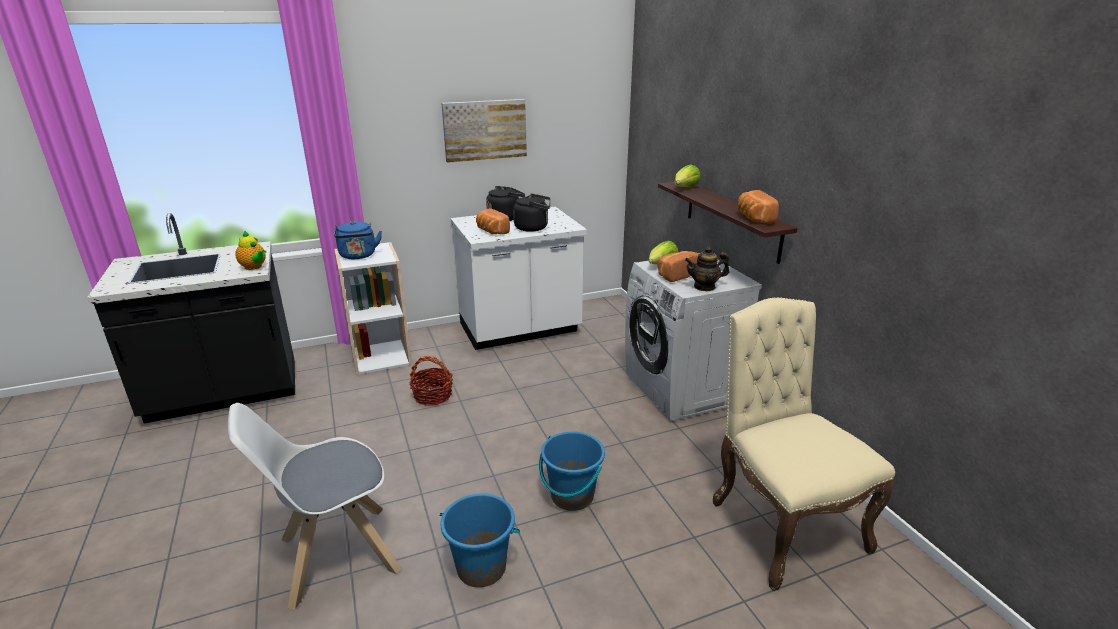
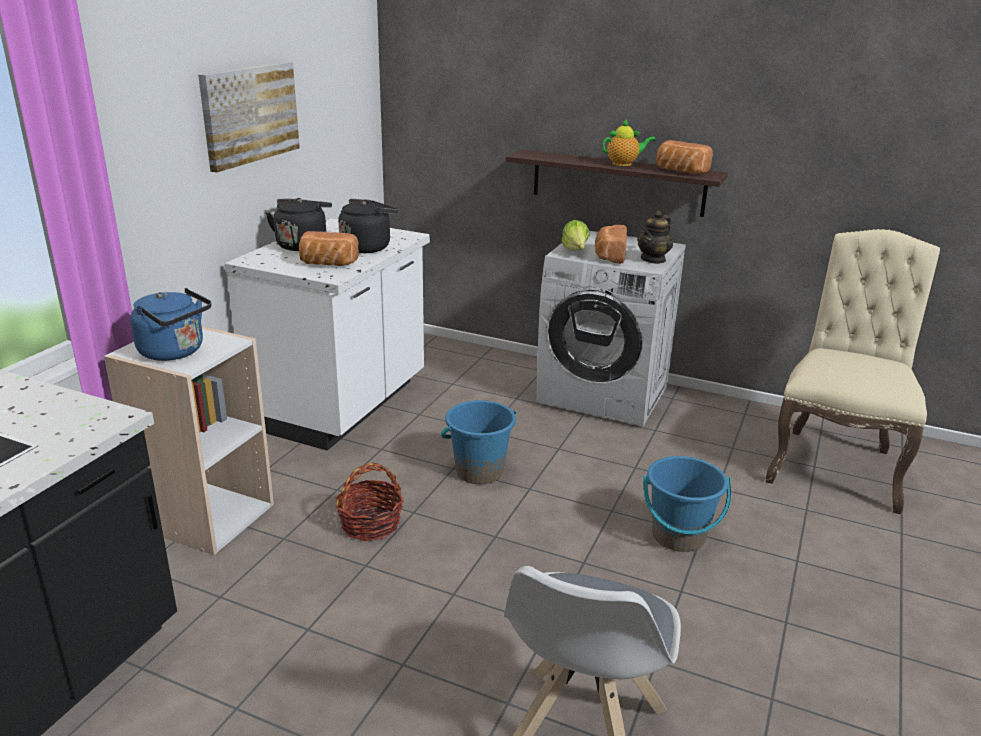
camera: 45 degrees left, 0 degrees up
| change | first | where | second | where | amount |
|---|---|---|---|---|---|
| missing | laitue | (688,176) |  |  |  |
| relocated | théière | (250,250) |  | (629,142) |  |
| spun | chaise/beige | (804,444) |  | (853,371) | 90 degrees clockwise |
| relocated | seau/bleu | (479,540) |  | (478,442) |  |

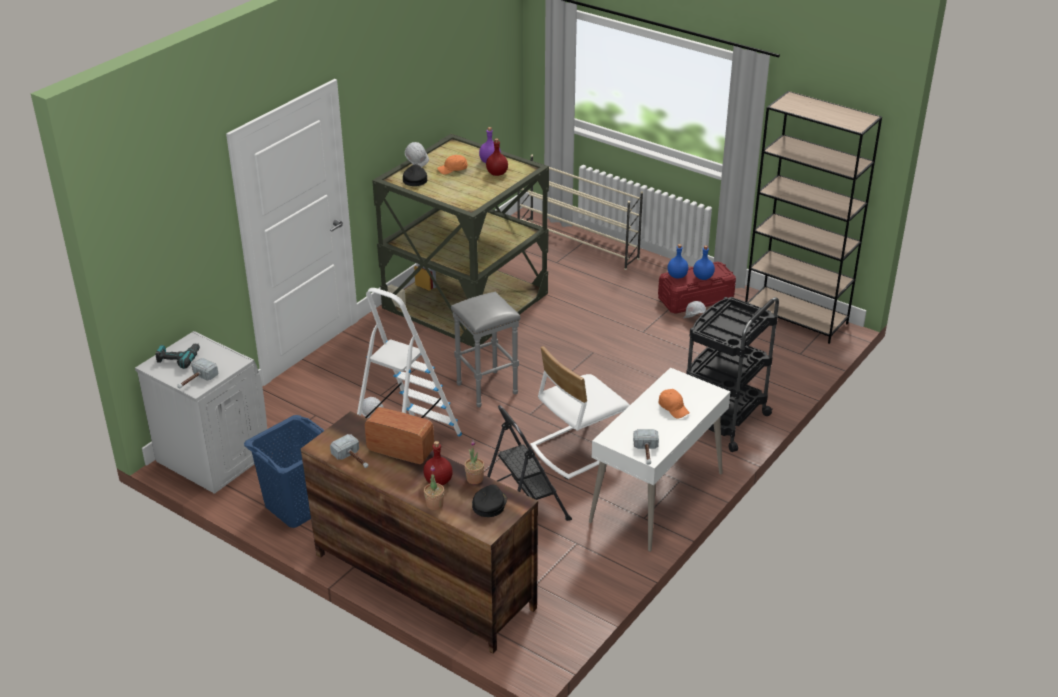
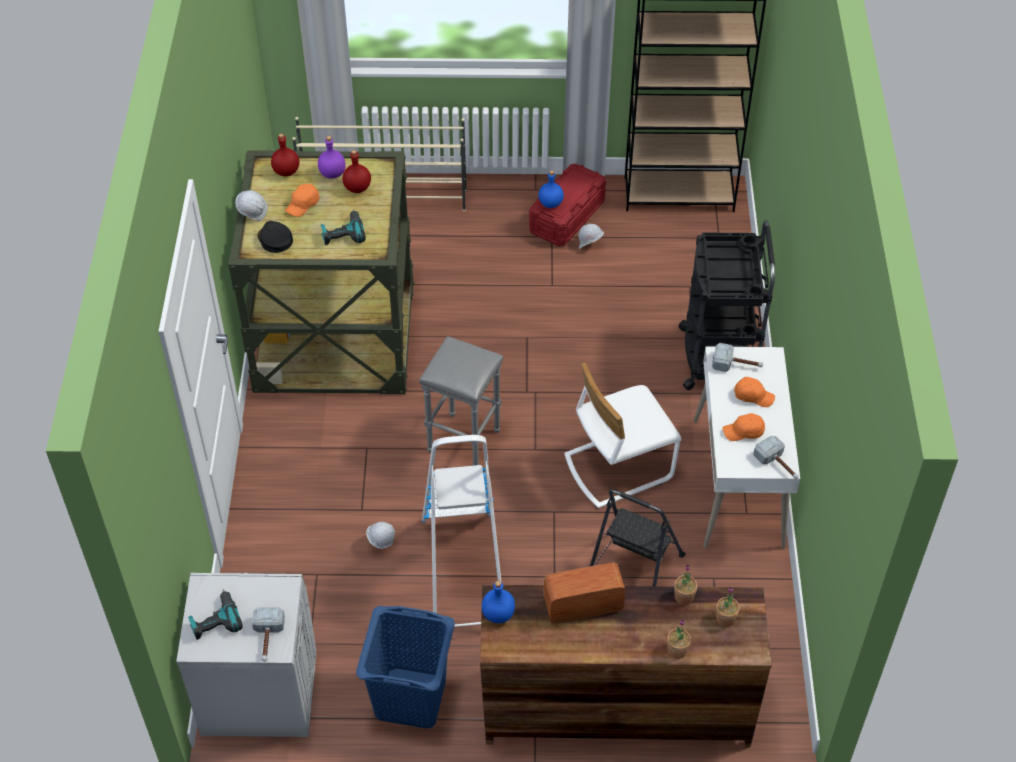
camera: 35 degrees left, 15 degrees up
| change | first | where | second | where | amount |
|---|---|---|---|---|---|
| relocated | bouteille/bleu | (704,262) |  | (498,602) |  |
| spun | chaise/blanc | (580,413) |  | (622,435) | 45 degrees clockwise |
| relocated | marteau | (349,451) |  | (737,357) |  |
| relocated | bouteille/rouge | (438,463) |  | (285,155) |  |
| exchanged | casquette/noir | (489,501) | plante en pot | (728,607) |  |
| appeared |  |  | perceuse | (343,227) |  |
| appeared |  |  | casquette/orange | (743,427) |  |

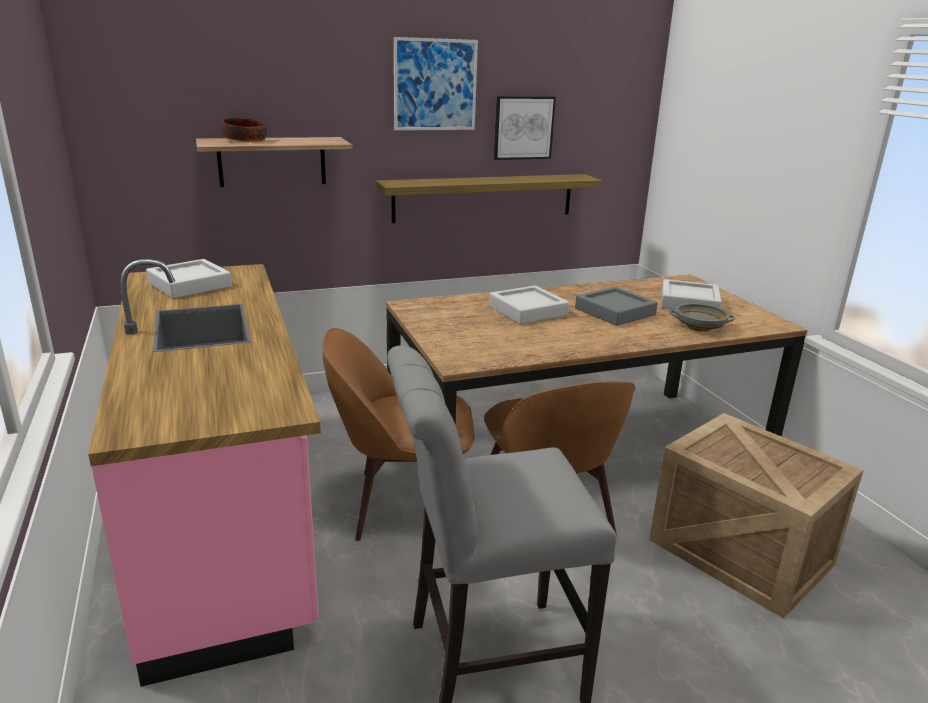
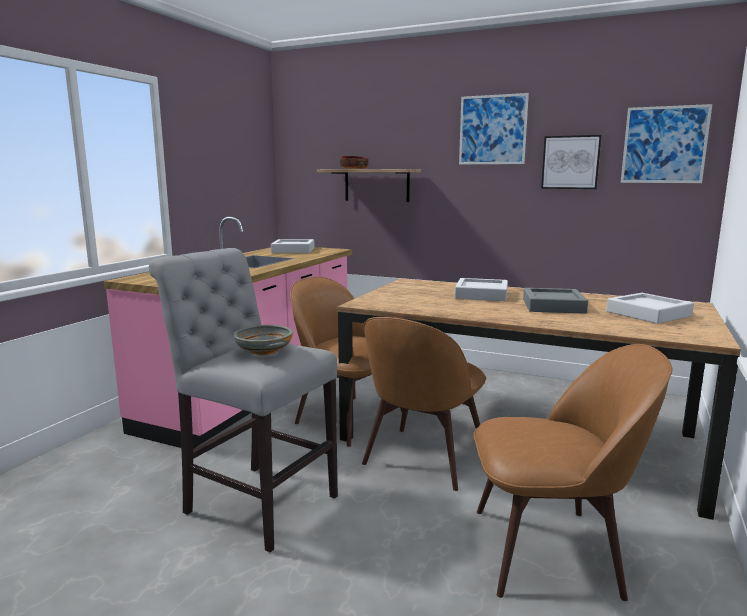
camera: 45 degrees right, 10 degrees down
| change | first | where | second | where | amount |
|---|---|---|---|---|---|
| missing | étagère | (488,198) |  |  |  |
| relocated | bol/gris | (702,317) |  | (263,340) |  |
| exchanged | caisse | (756,516) | chaise/marron | (572,472) |  |
| appeared |  |  | tableau | (666,143) |  |

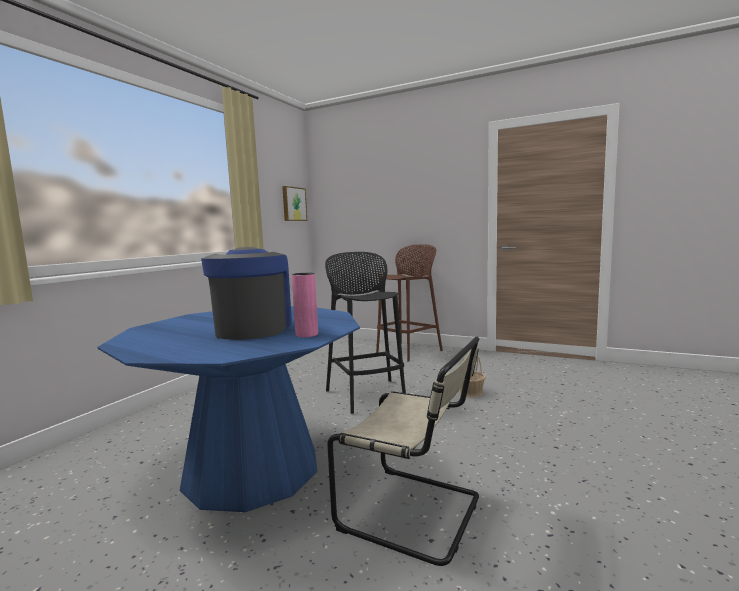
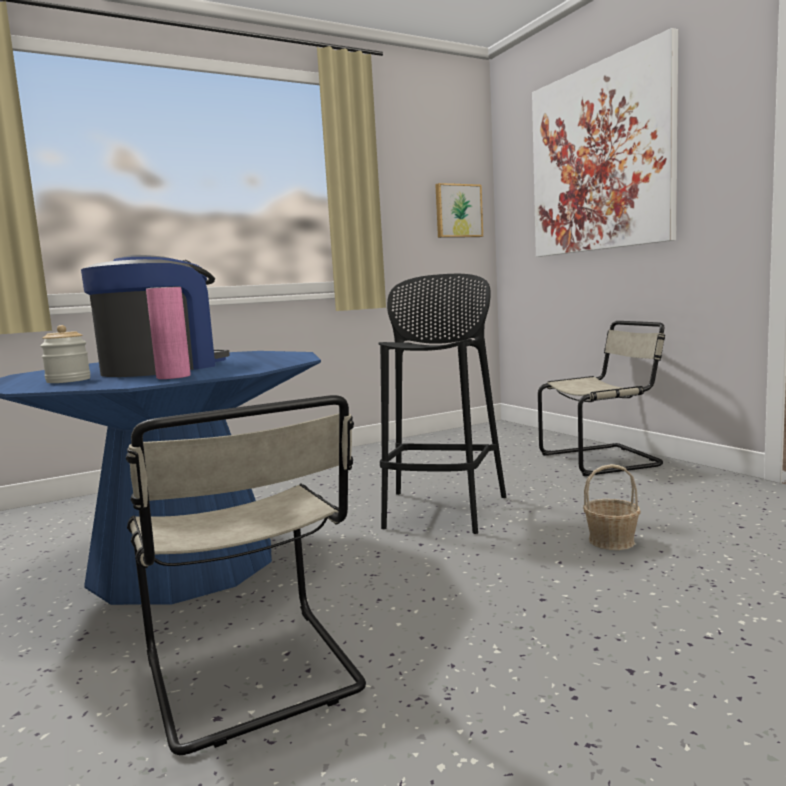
camera: 35 degrees right, 0 degrees up
| change | first | where | second | where | amount |
|---|---|---|---|---|---|
| exchanged | tabouret/marron | (409,303) | chaise/beige | (601,398) |  |
| appeared |  |  | tableau | (605,142) |  |
| appeared |  |  | bocal | (65,354) |  |

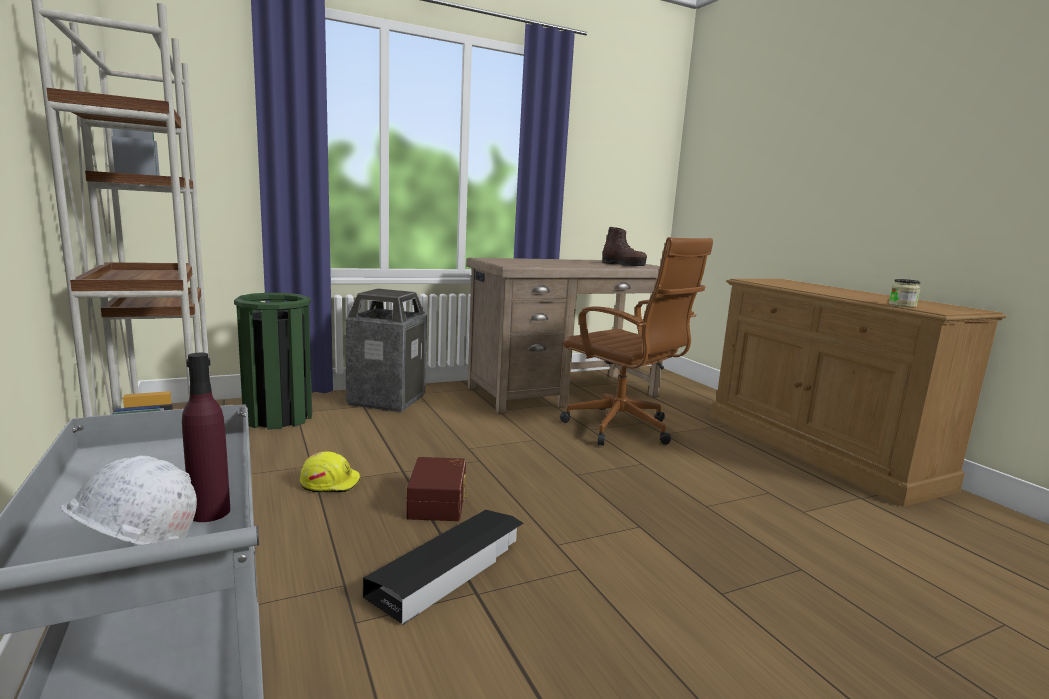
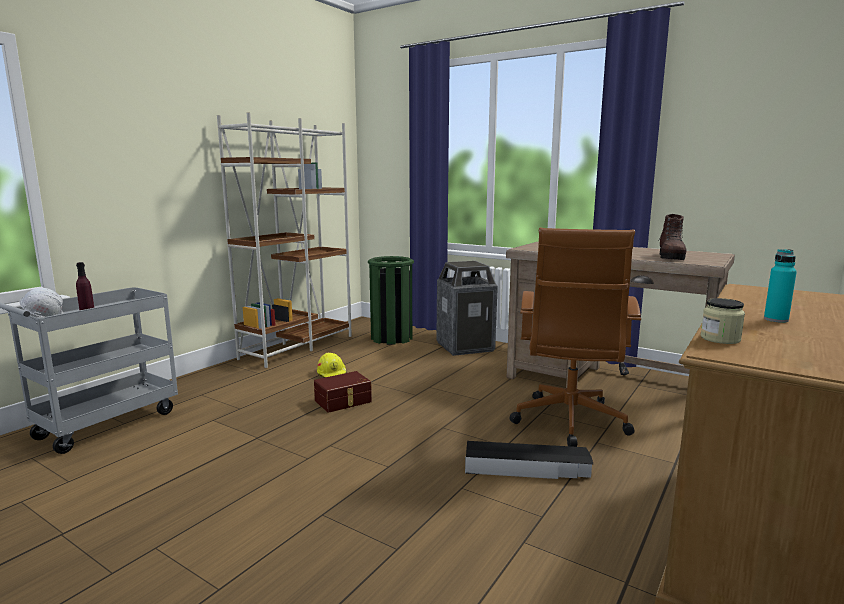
camera: 60 degrees right, 0 degrees up
| change | first | where | second | where | amount |
|---|---|---|---|---|---|
| relocated | boîte de rangement/noir | (443,567) |  | (529,460) |  |
| appeared |  |  | bouteille/turquoise | (780,286) |  |

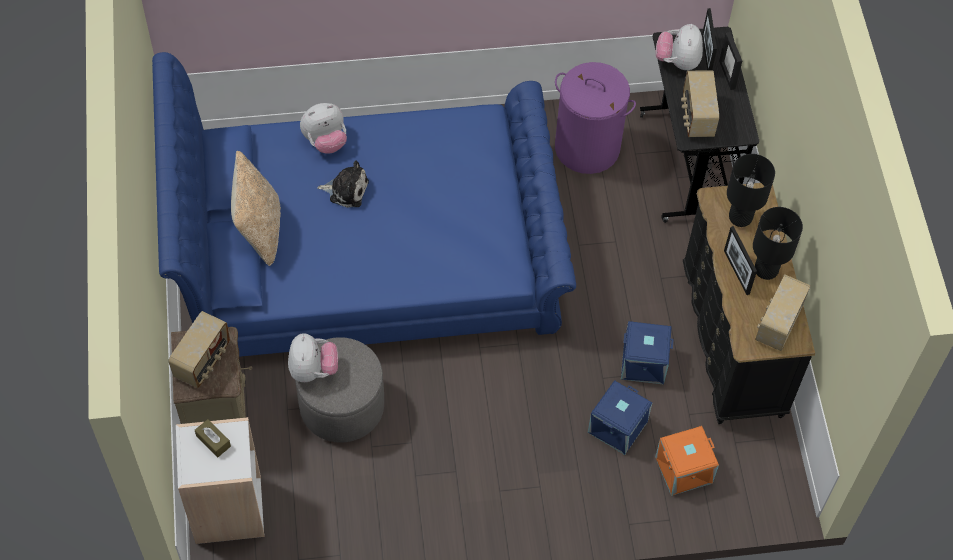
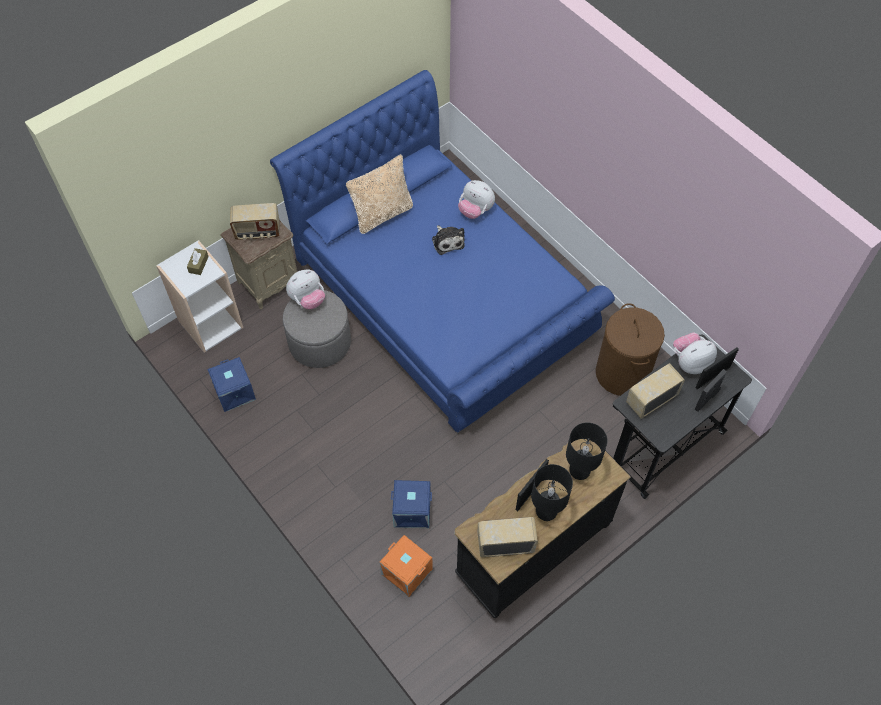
camera: 60 degrees right, 0 degrees up
| change | first | where | second | where | amount |
|---|---|---|---|---|---|
| colour | panier à linge/violet | (595,118) | panier à linge/marron | (630,349) |  |
| relocated | boîte de rangement/bleu | (647,353) |  | (231,384) |  |

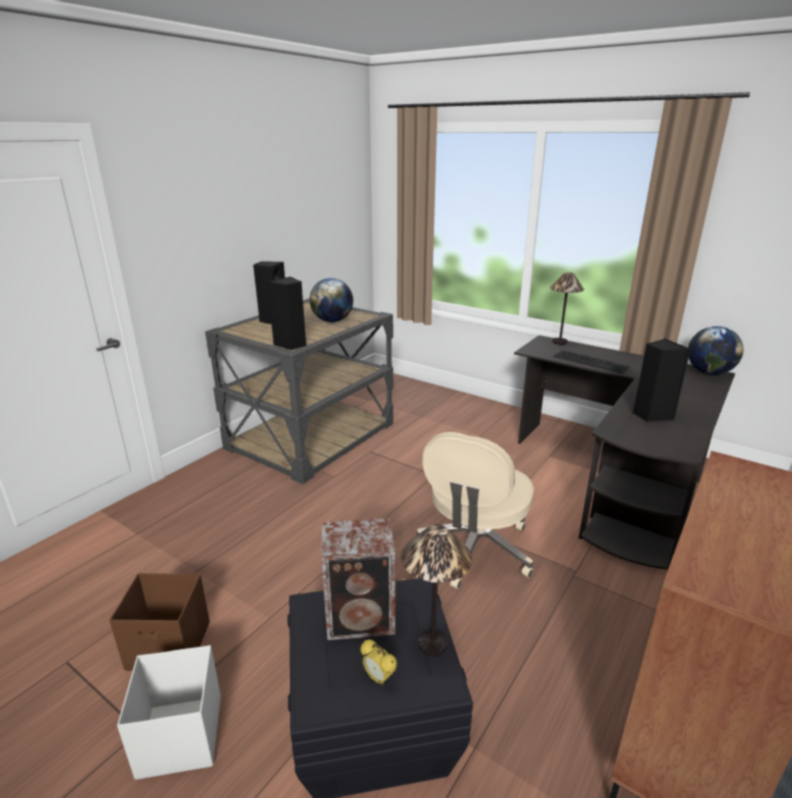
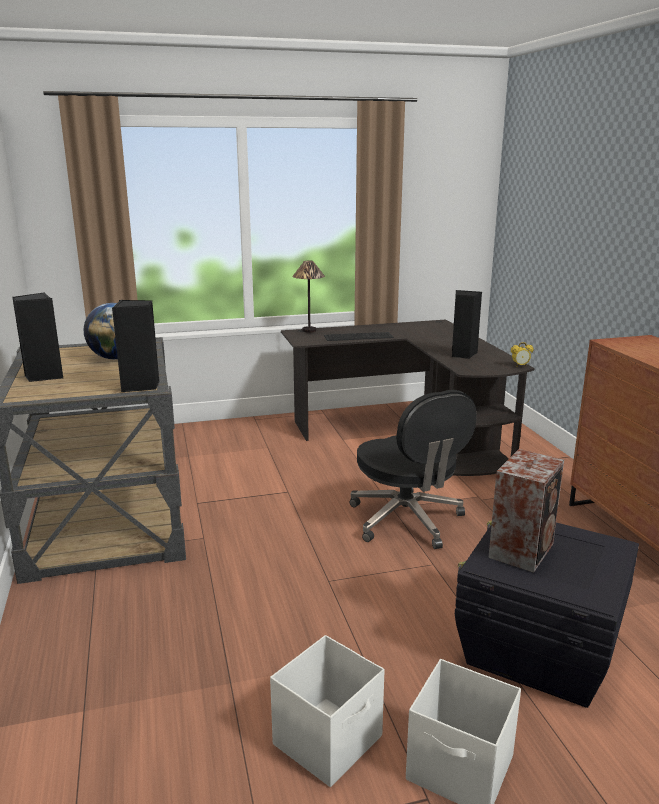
camera: 50 degrees left, 5 degrees down
| change | first | where | second | where | amount |
|---|---|---|---|---|---|
| missing | globe | (715,350) |  |  |  |
| colour | chaise de bureau/beige | (475,510) | chaise de bureau/noir | (413,469) |  |
| missing | lampe de table | (436,590) |  |  |  |
| colour | boîte de rangement/marron | (159,622) | boîte de rangement/blanc | (327,711) |  |
| relocated | réveil | (378,662) |  | (522,354) |  |

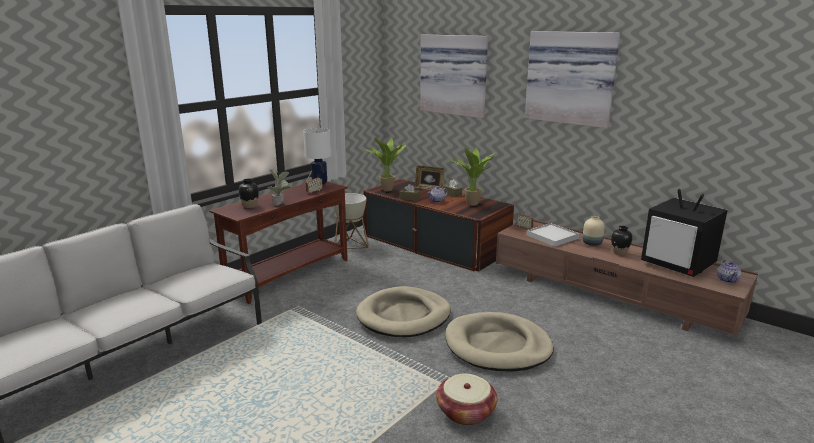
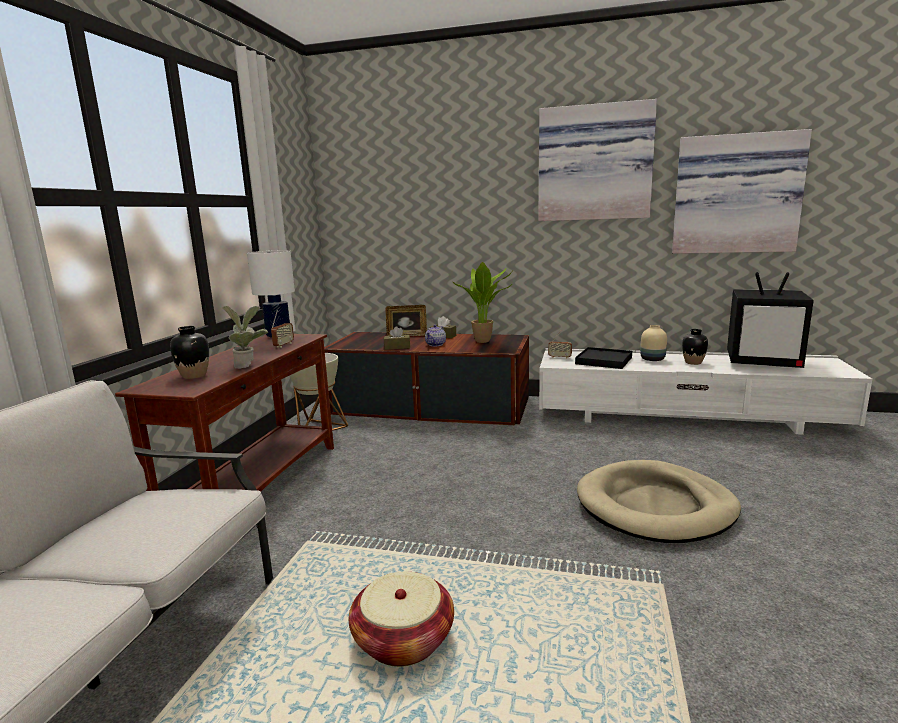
camera: 25 degrees left, 5 degrees down
| change | first | where | second | where | amount |
|---|---|---|---|---|---|
| relocated | tableau | (454,76) |  | (742,191) |  |
| missing | plante en pot | (385,164) |  |  |  |
| colour | meuble télé/marron | (627,278) | meuble télé/blanc | (705,391) |  |
| colour | plateau/blanc | (553,235) | plateau/noir | (603,358) |  |
| missing | théière | (729,271) |  |  |  |
| missing | panier pour chien/beige | (403,311) |  |  |  |
| relocated | panier | (467,399) |  | (401,619) |  |

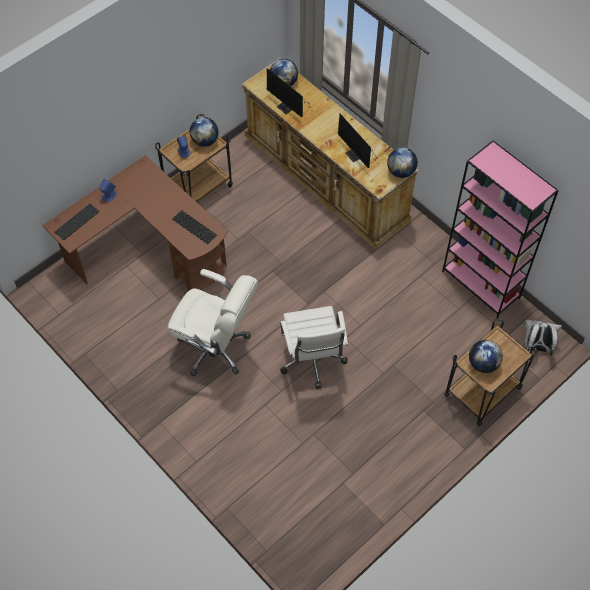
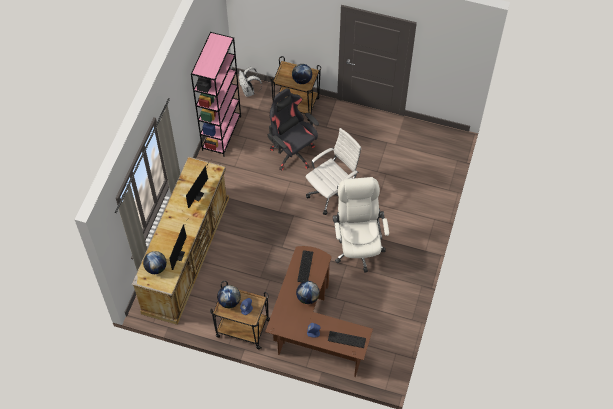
camera: 120 degrees left, 0 degrees up
| change | first | where | second | where | amount |
|---|---|---|---|---|---|
| relocated | globe | (402,162) |  | (308,292) |  |
| appeared |  |  | chaise de bureau/noir | (293,129) |  |

